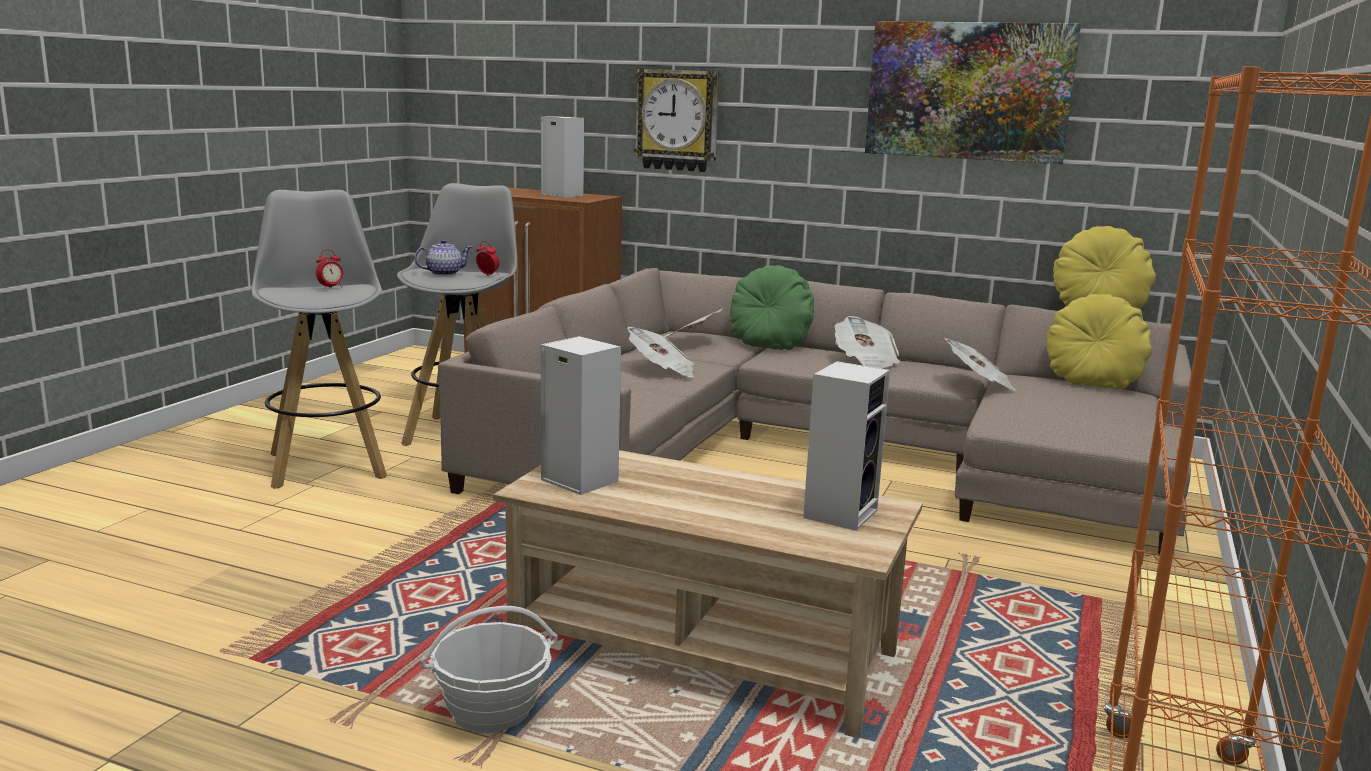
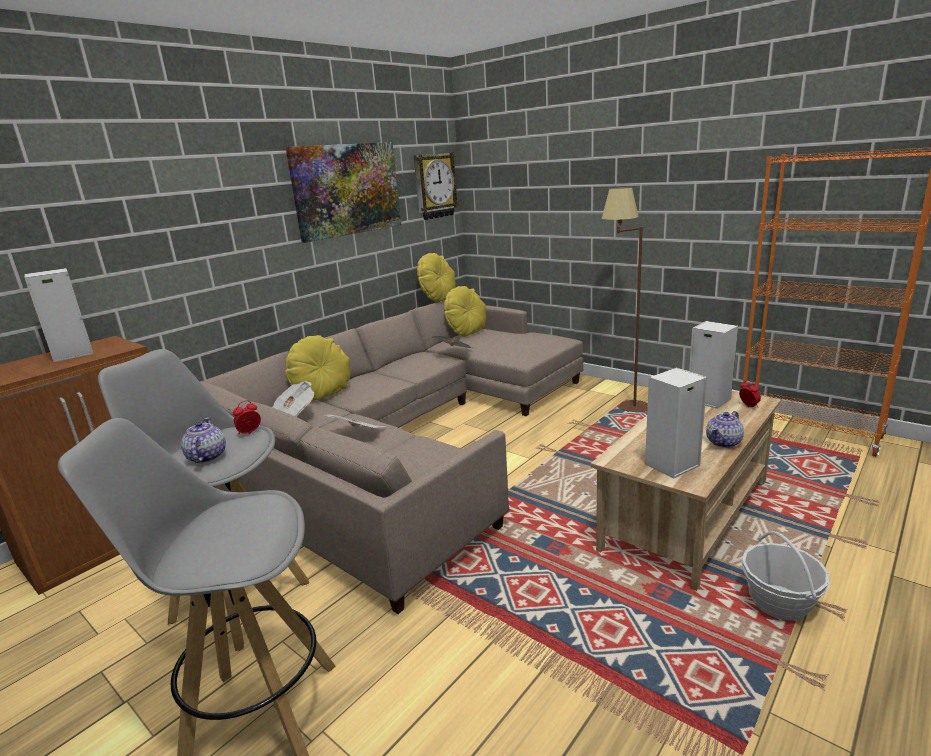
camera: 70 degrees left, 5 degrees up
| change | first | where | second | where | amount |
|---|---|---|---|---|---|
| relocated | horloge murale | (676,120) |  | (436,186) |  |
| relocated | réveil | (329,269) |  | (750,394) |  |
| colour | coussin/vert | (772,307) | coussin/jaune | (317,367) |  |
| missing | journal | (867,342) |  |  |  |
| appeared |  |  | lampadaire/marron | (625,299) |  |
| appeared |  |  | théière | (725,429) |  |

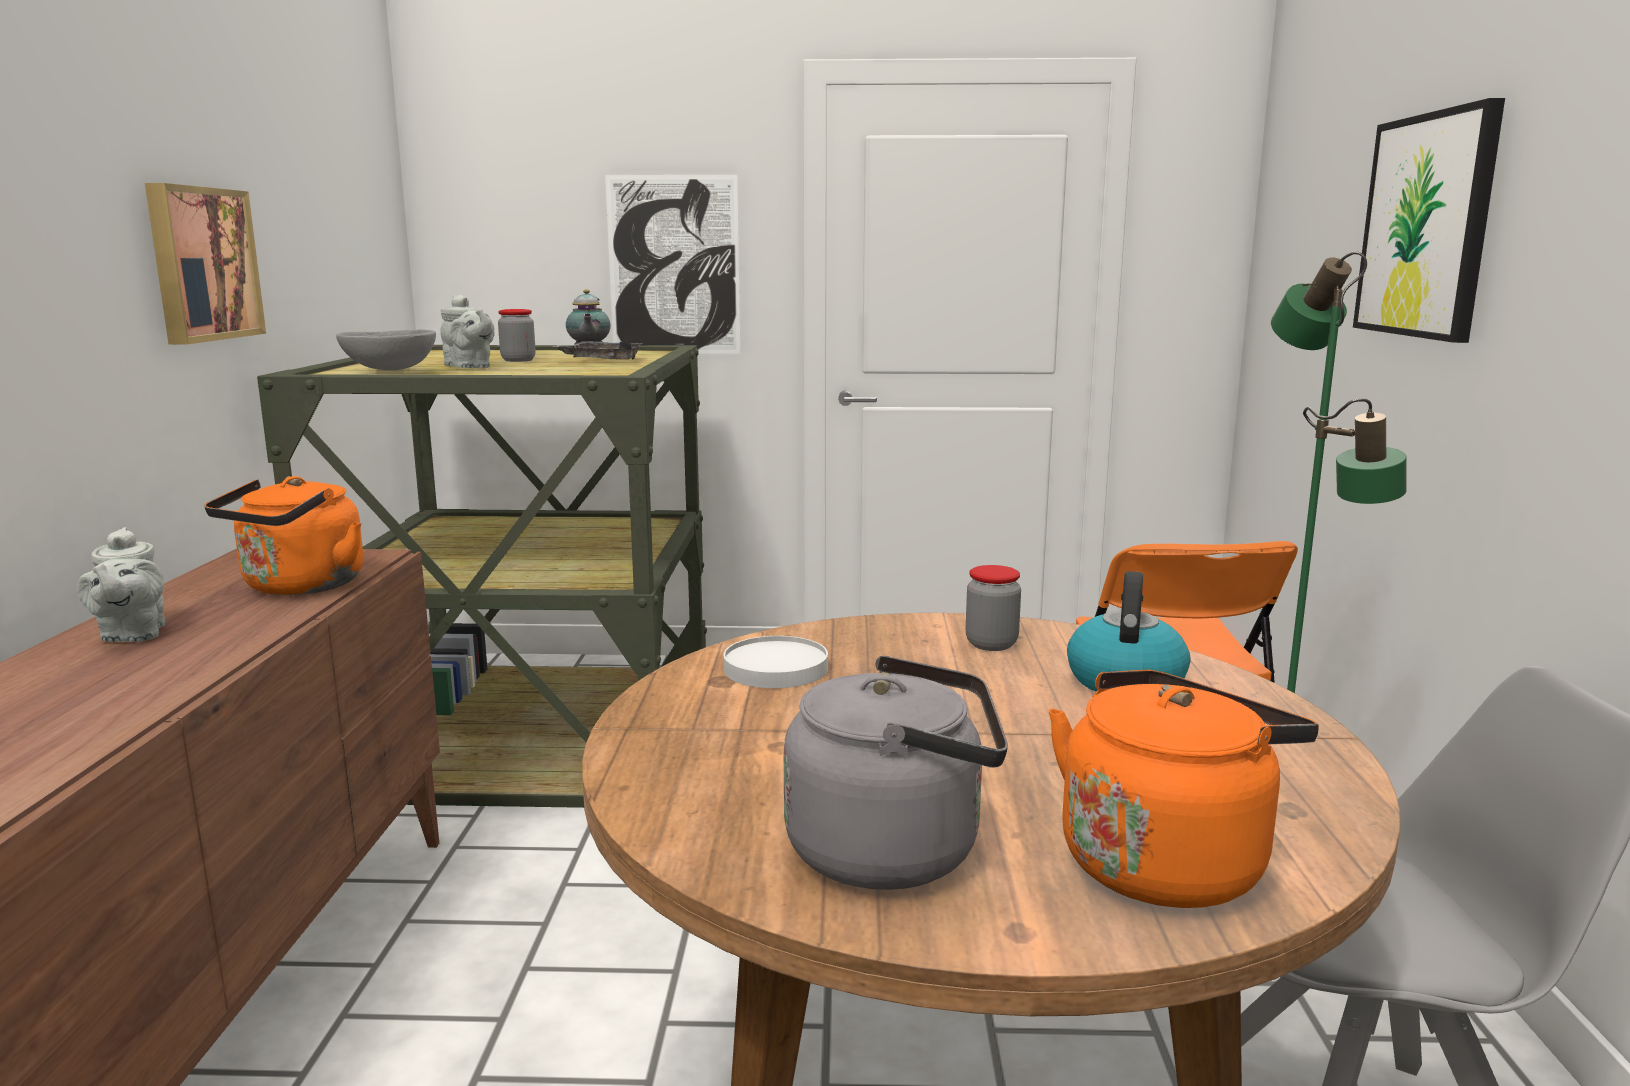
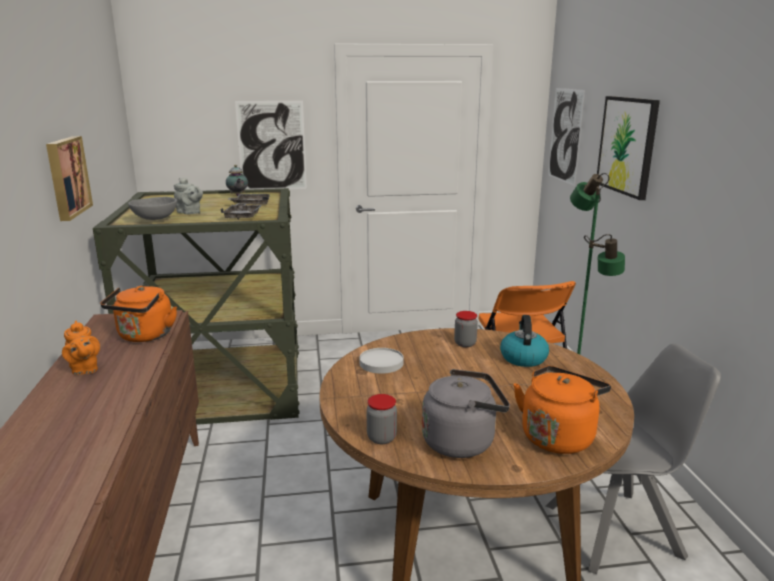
camera: 10 degrees left, 5 degrees up
| change | first | where | second | where | amount |
|---|---|---|---|---|---|
| relocated | bocal | (517,335) |  | (382,419) |  |
| colour | théière/gris | (121,584) | théière/orange | (81,348) |  |
| appeared |  |  | tableau | (566,137) |  |
| appeared |  |  | plateau/gris | (241,211) |  |

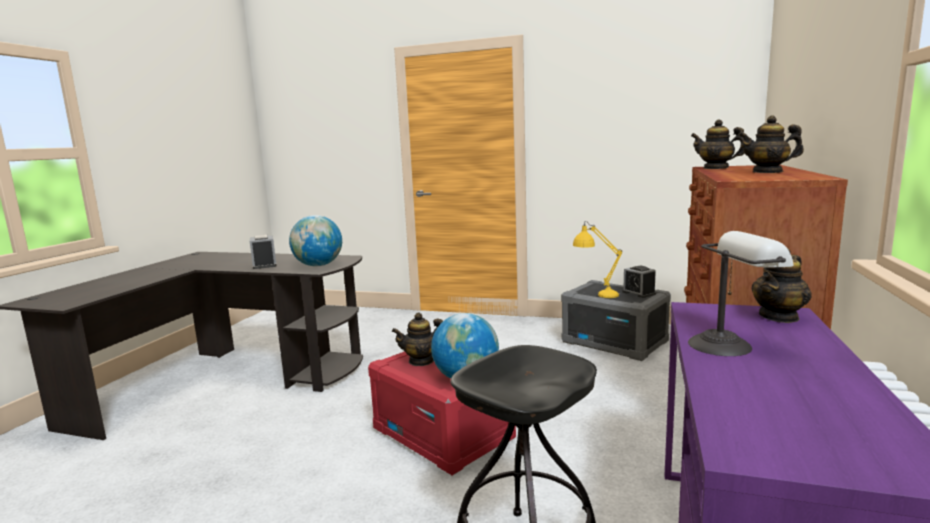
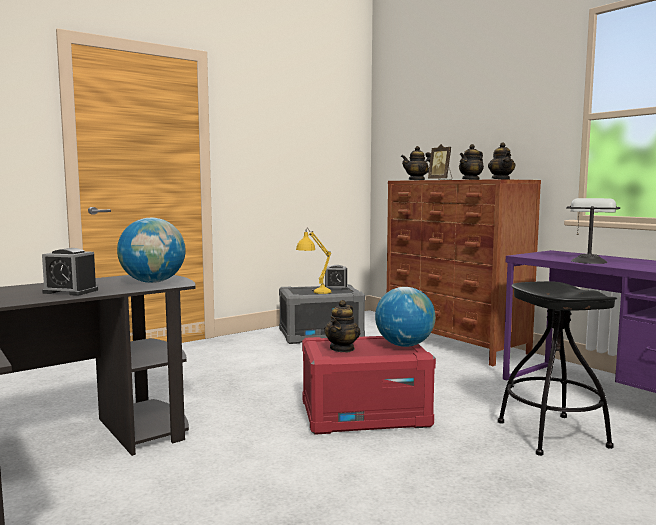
camera: 55 degrees left, 5 degrees down
| change | first | where | second | where | amount |
|---|---|---|---|---|---|
| relocated | théière | (781,286) |  | (501,161) |  |
| appeared |  |  | cadre photo | (440,162) |  |

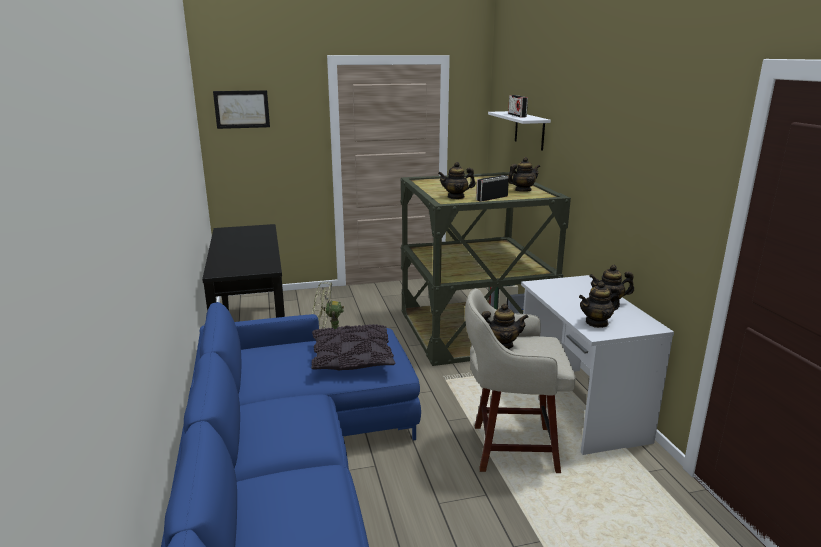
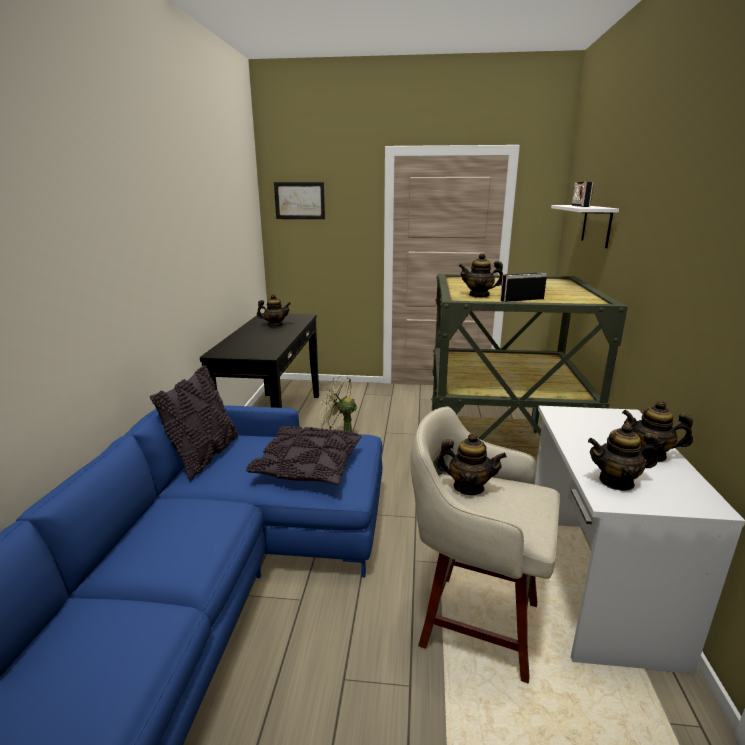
camera: 20 degrees right, 0 degrees up
| change | first | where | second | where | amount |
|---|---|---|---|---|---|
| relocated | théière | (524,174) |  | (274,310) |  |
| appeared |  |  | coussin/noir | (194,423) |  |

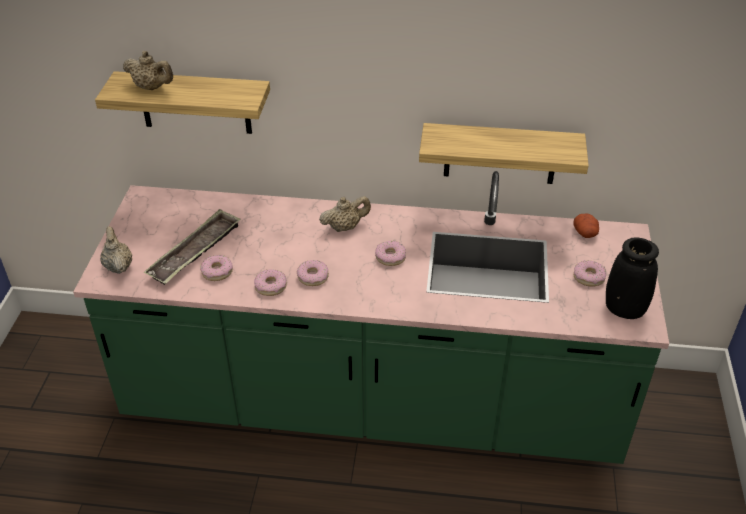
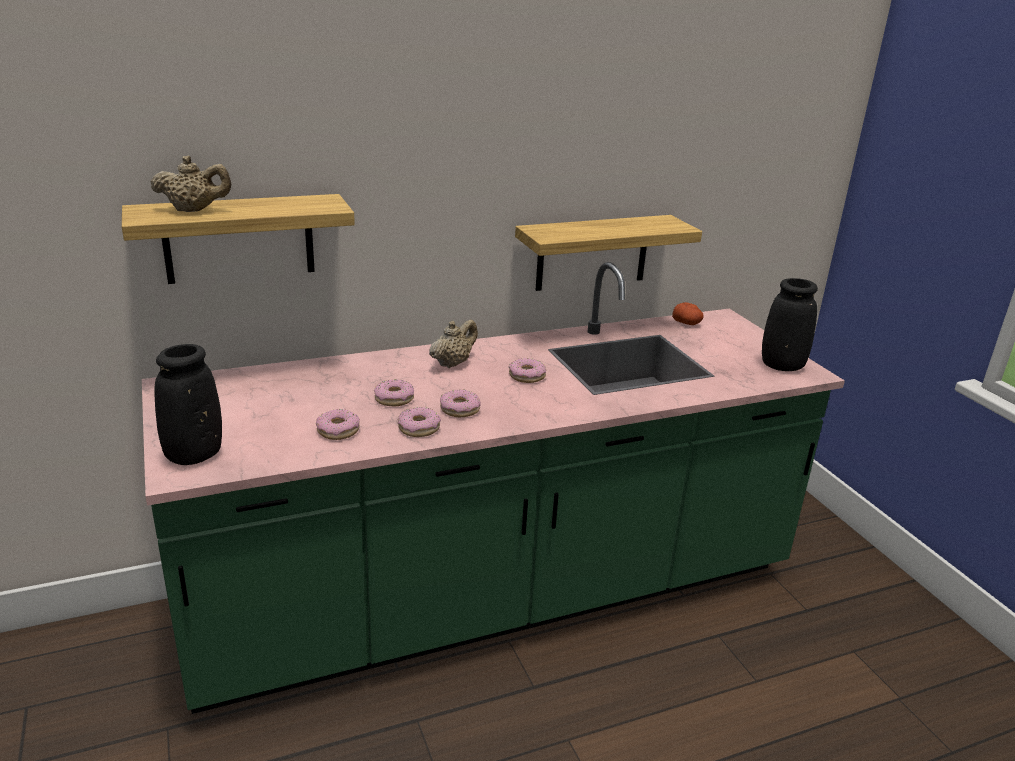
camera: 30 degrees left, 15 degrees down
| change | first | where | second | where | amount |
|---|---|---|---|---|---|
| missing | plateau | (192,247) |  |  |  |
| exchanged | théière/beige | (116,250) | vase/noir | (188,404) |  |
| relocated | beignet | (590,273) |  | (394,393) |  |

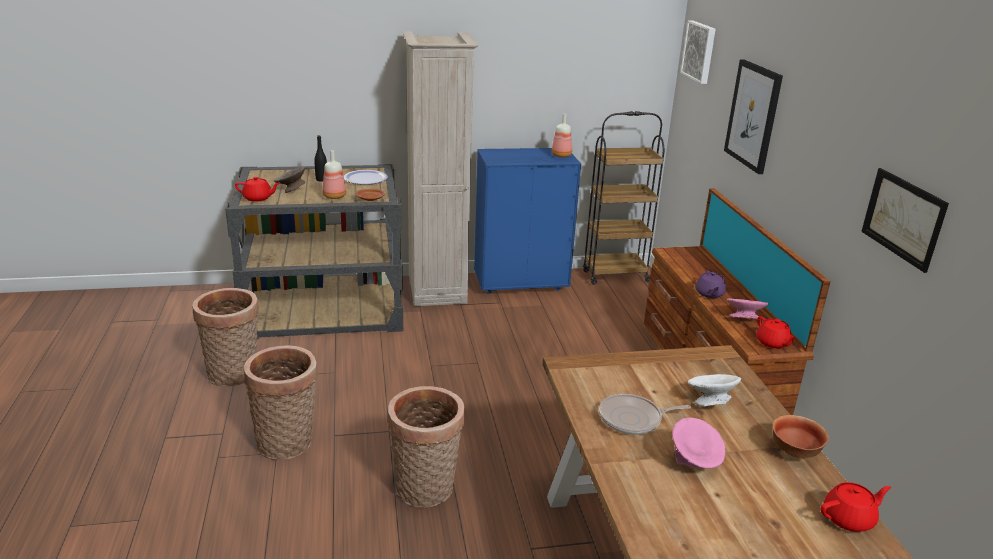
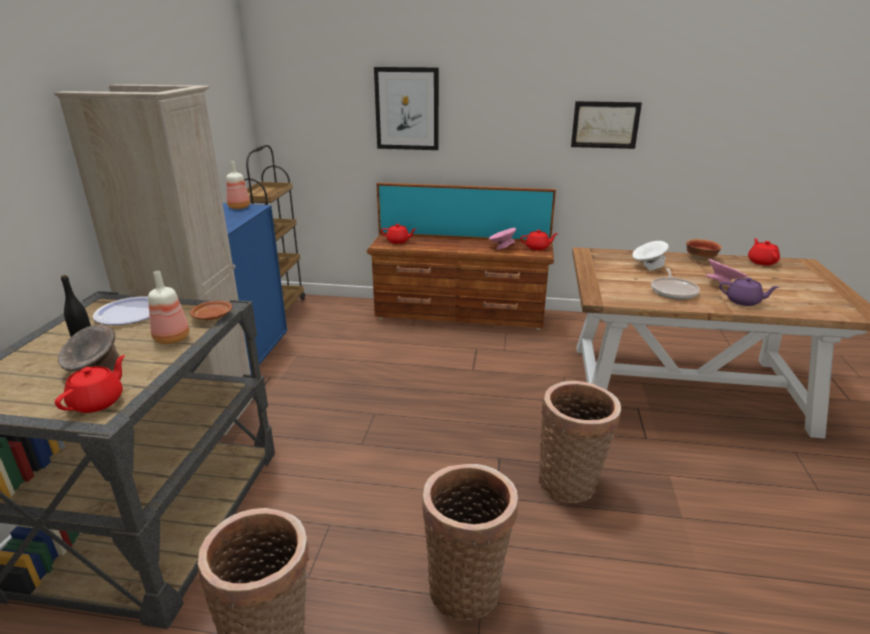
camera: 70 degrees left, 0 degrees up
| change | first | where | second | where | amount |
|---|---|---|---|---|---|
| missing | tableau | (698,52) |  |  |  |
| relocated | théière/violet | (710,284) |  | (749,291) |  |
| appeared |  |  | théière/rouge | (398,234) |  |

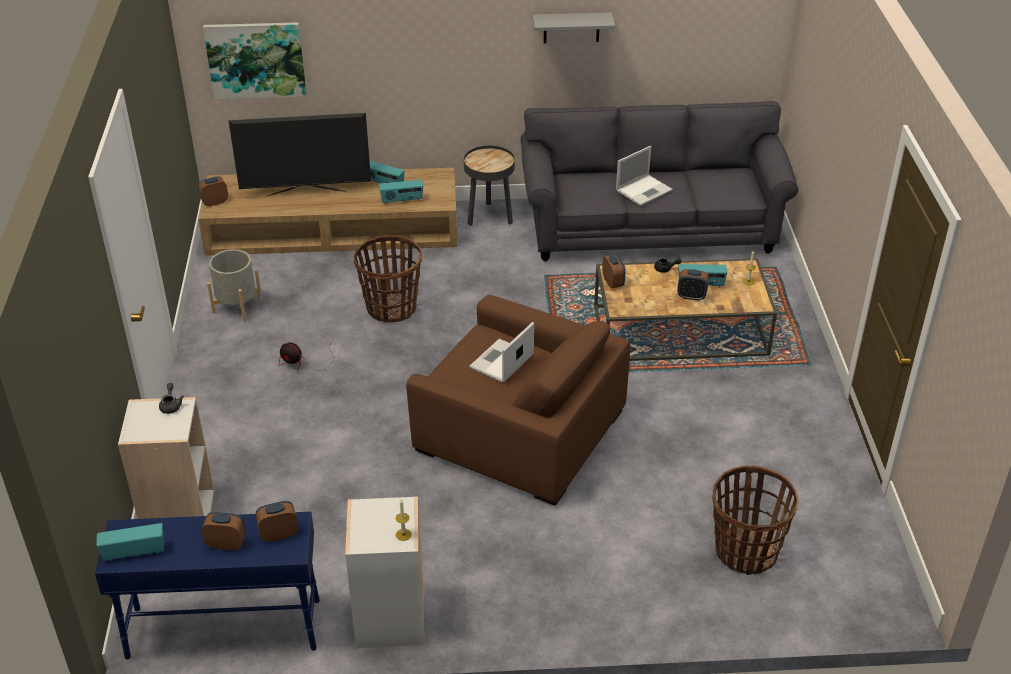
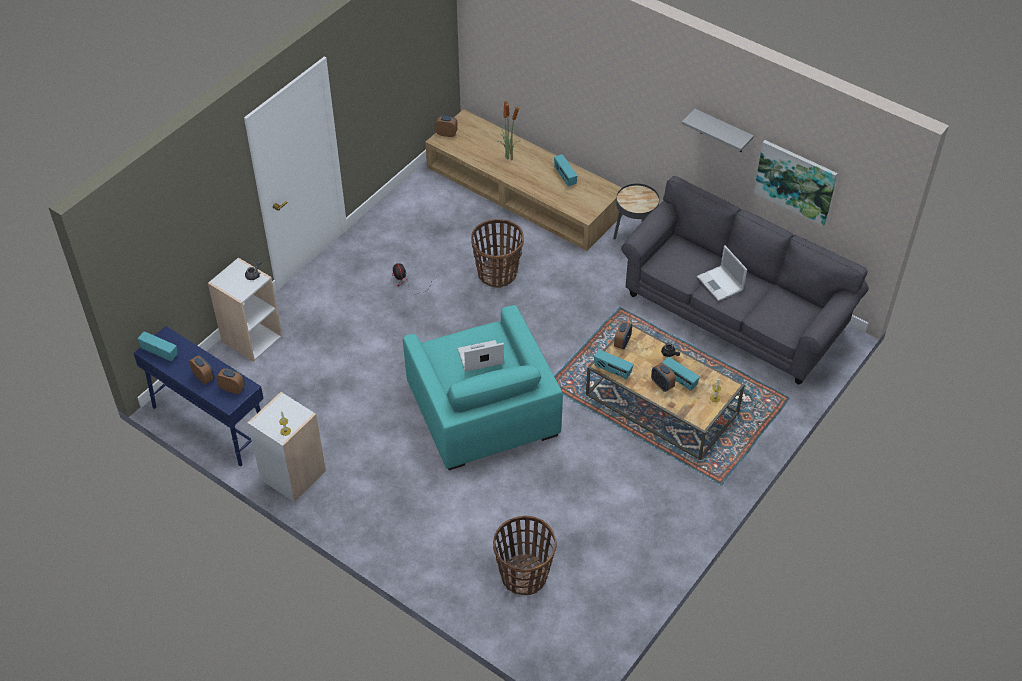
camera: 40 degrees right, 10 degrees up
| change | first | where | second | where | amount |
|---|---|---|---|---|---|
| relocated | tableau | (255,60) |  | (795,183) |  |
| exchanged | téléviseur | (299,155) | plante en pot | (508,130) |  |
| spun | ordinateur portable | (644,176) |  | (722,273) | 60 degrees clockwise |
| relocated | radio | (401,192) |  | (614,364) |  |
| missing | cache-pot/gris | (234,285) |  |  |  |
| colour | fauteuil/marron | (518,400) | fauteuil/turquoise | (483,387) |  |

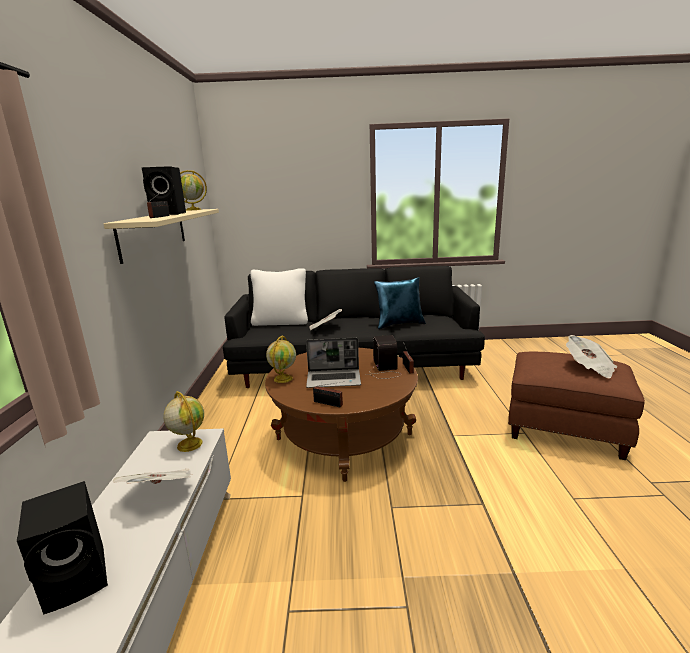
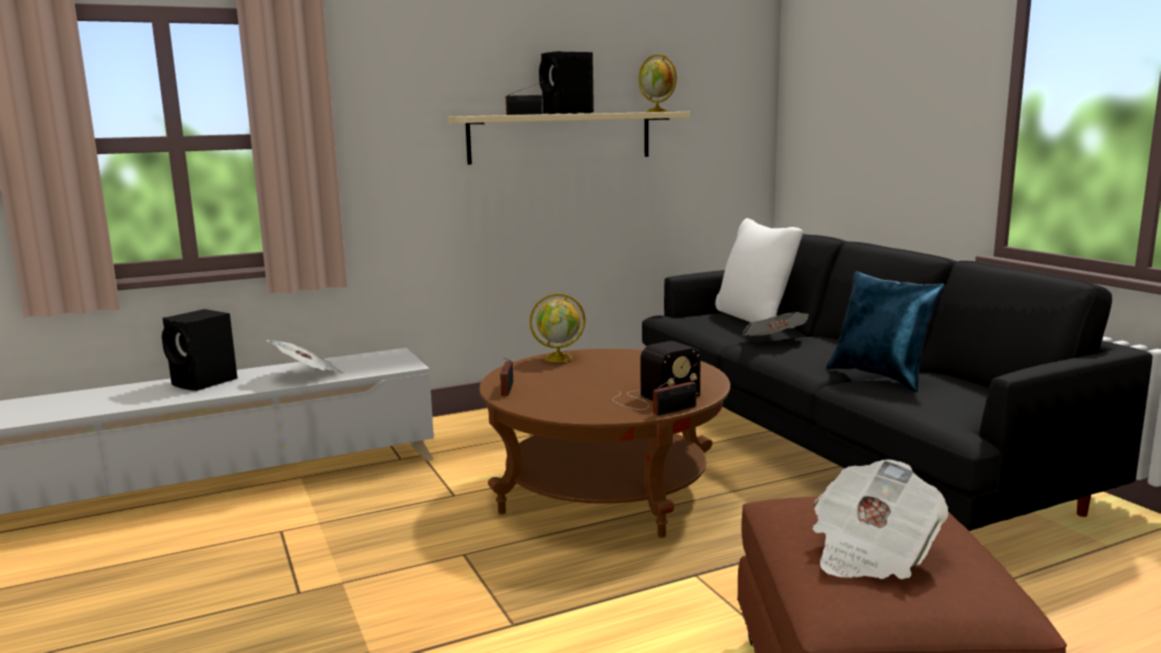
camera: 65 degrees right, 5 degrees down
| change | first | where | second | where | amount |
|---|---|---|---|---|---|
| missing | ordinateur portable | (333,363) |  |  |  |
| missing | globe | (183,421) |  |  |  |

